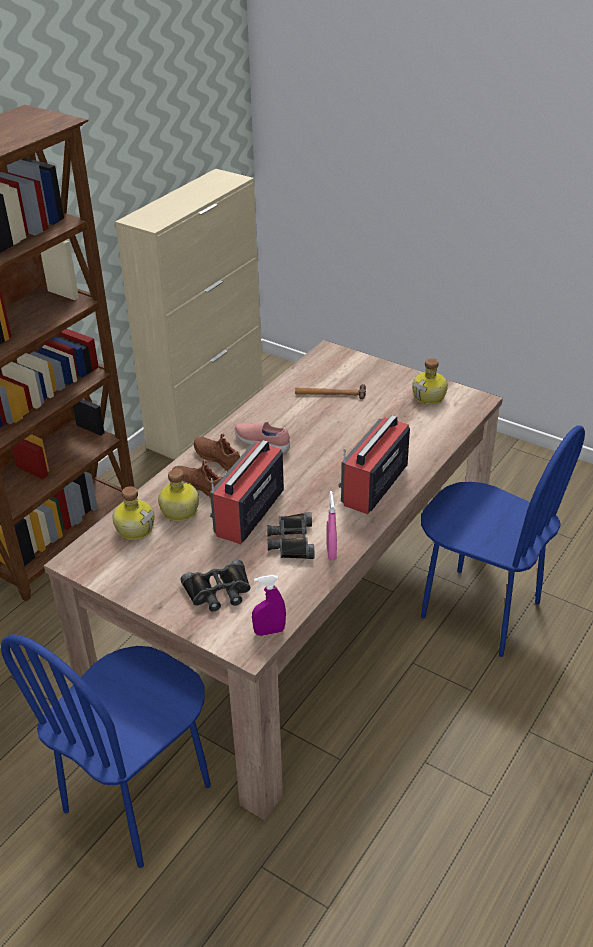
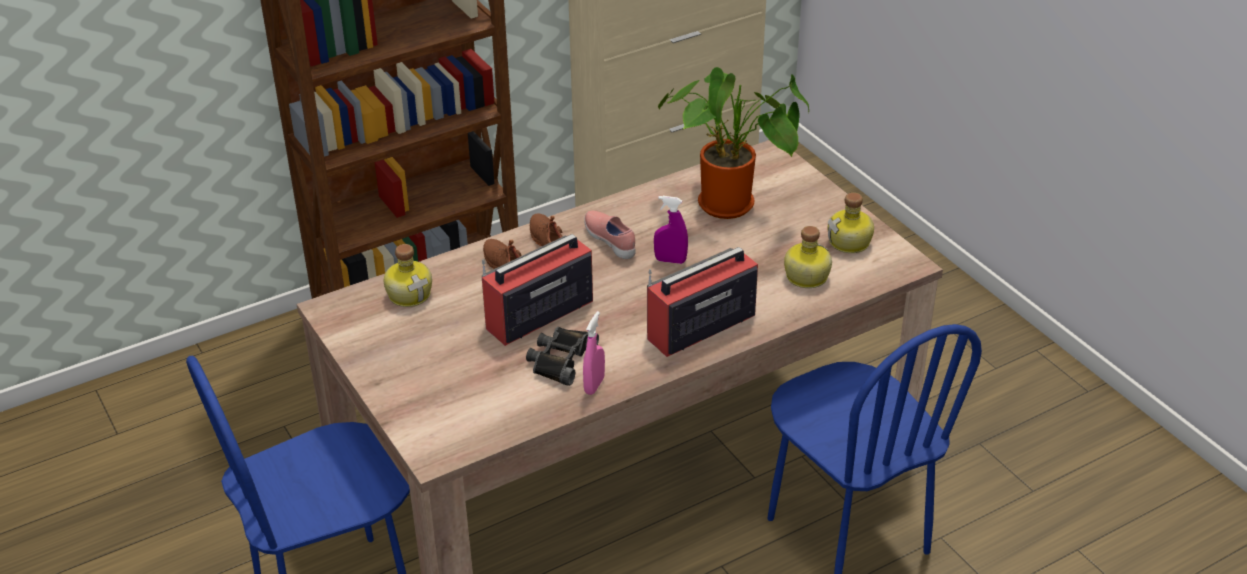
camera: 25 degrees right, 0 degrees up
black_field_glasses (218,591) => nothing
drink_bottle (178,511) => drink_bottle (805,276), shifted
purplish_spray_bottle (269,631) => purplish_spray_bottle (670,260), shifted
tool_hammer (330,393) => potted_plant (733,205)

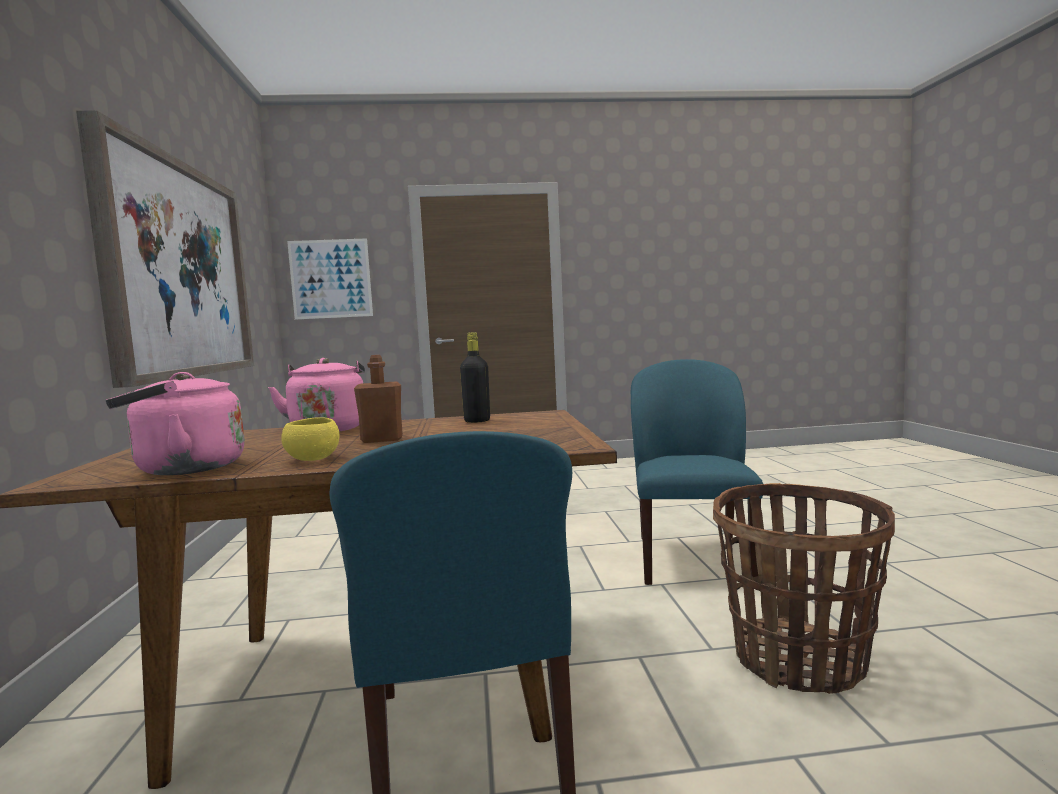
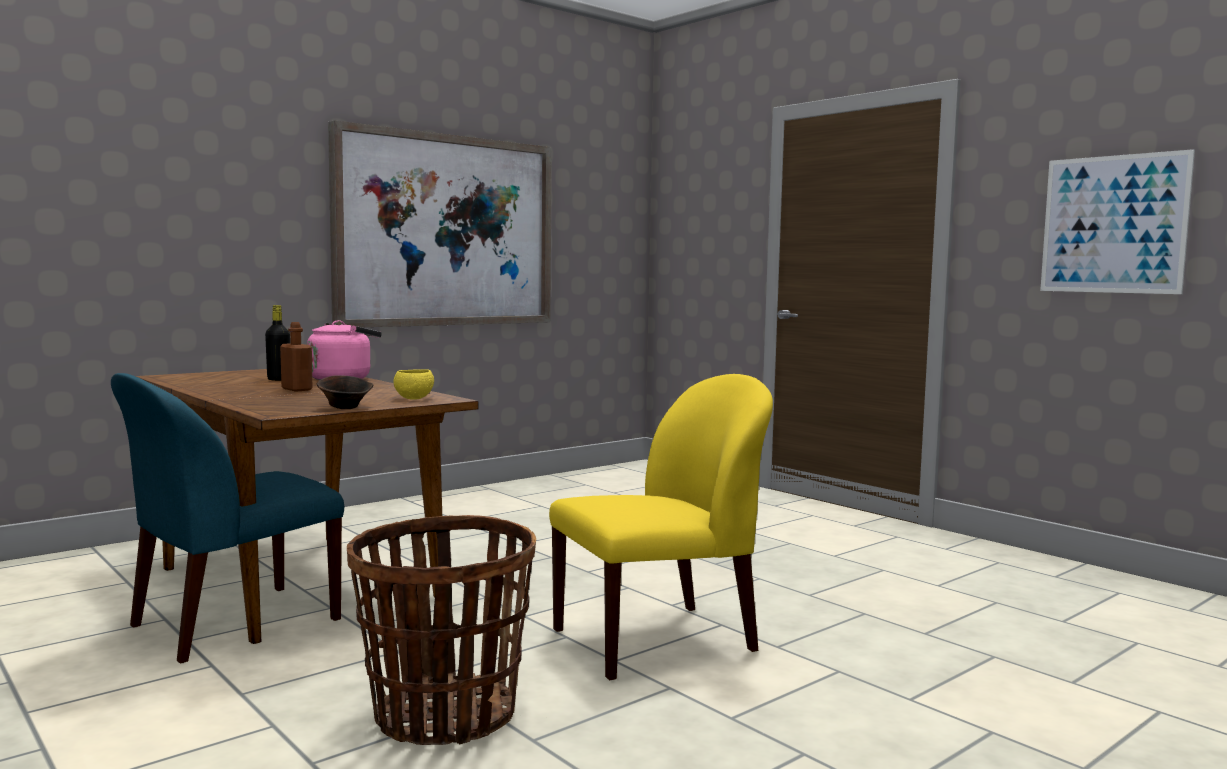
camera: 55 degrees right, 0 degrees up
pink_kettle (183,469) => nothing
nothing => brown_deep_dish (345,408)
yellow_deep_dish (313,459) => yellow_deep_dish (413,399), shifted
wall_art (331,279) => wall_art (1113,224), shifted
black_drink_bottle (477,421) => black_drink_bottle (278,379), shifted
blue_upright_chair (692,559) => yellow_upright_chair (658,640)

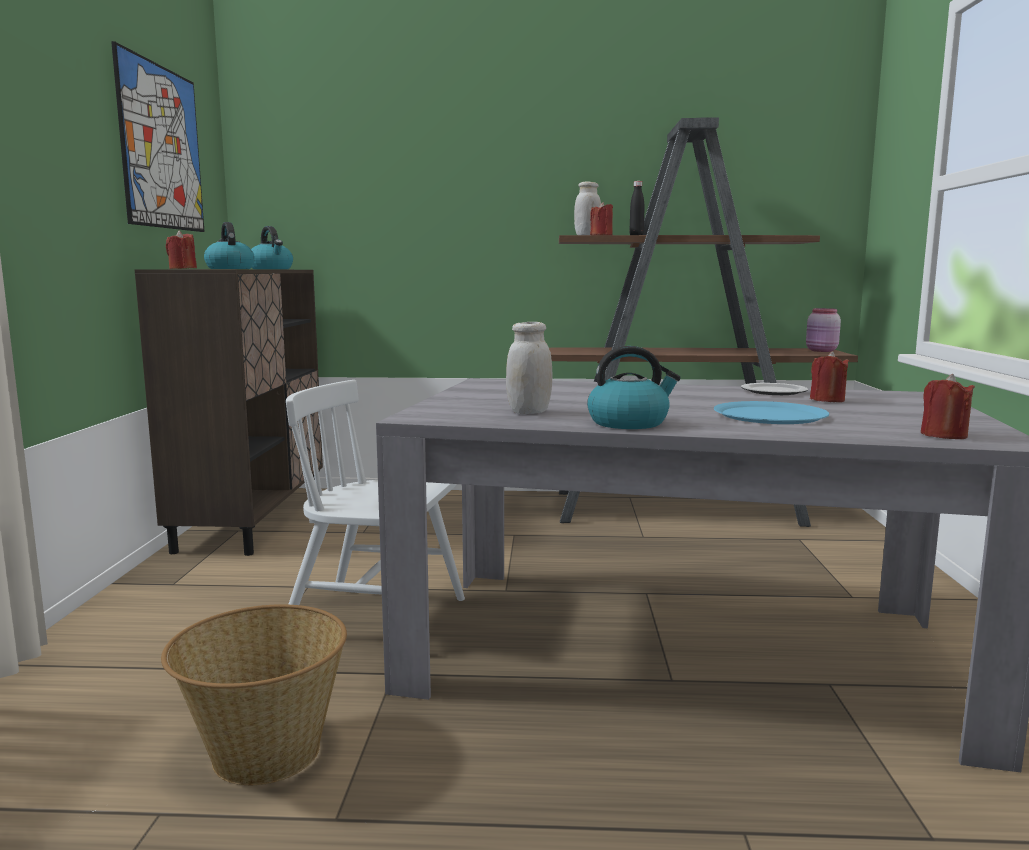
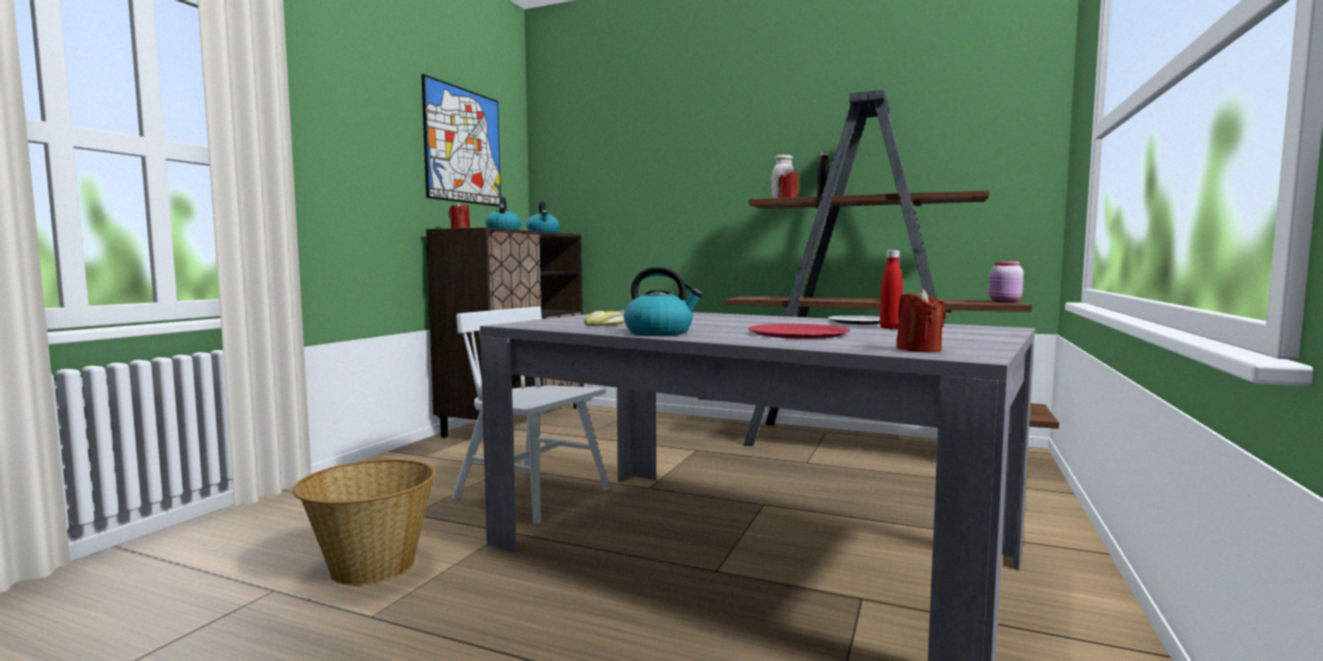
camera: 20 degrees right, 5 degrees down
white_jar (529,412) => baked_bread (605,325)
red-coloured_wax_light (827,400) => red-coloured_drink_bottle (890,328)
blue_plate (769,415) => red-coloured_plate (798,333)

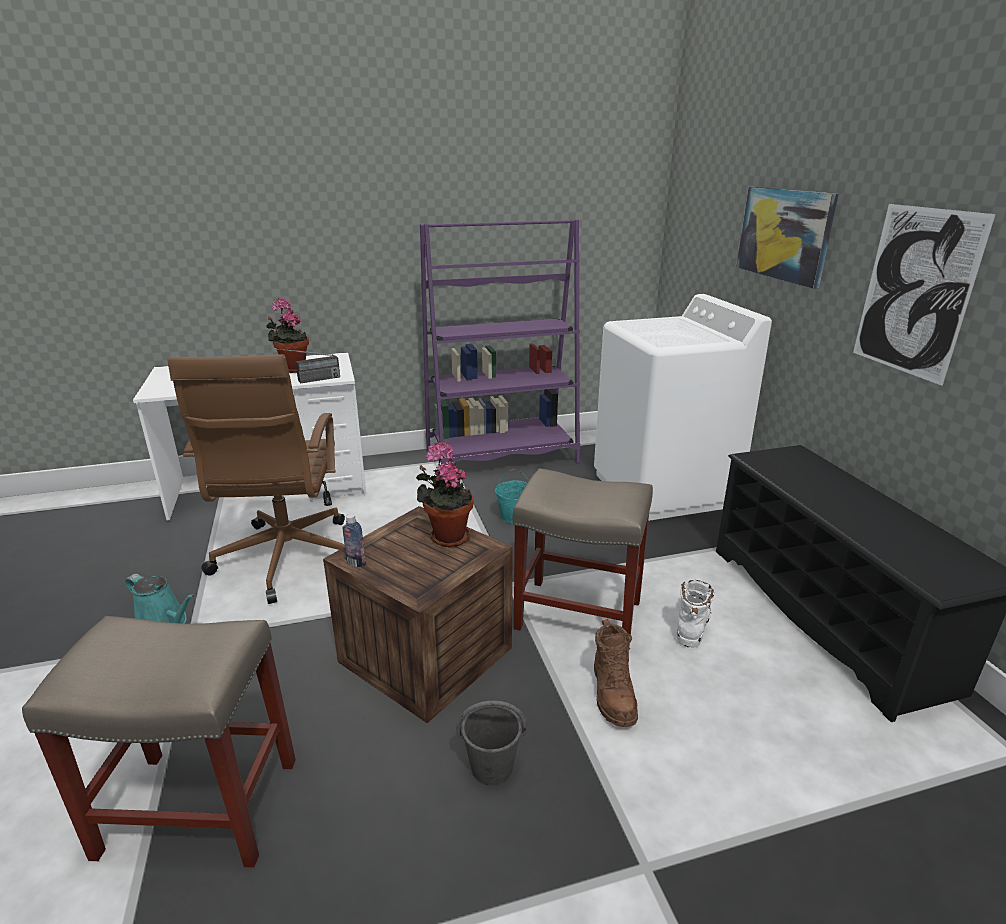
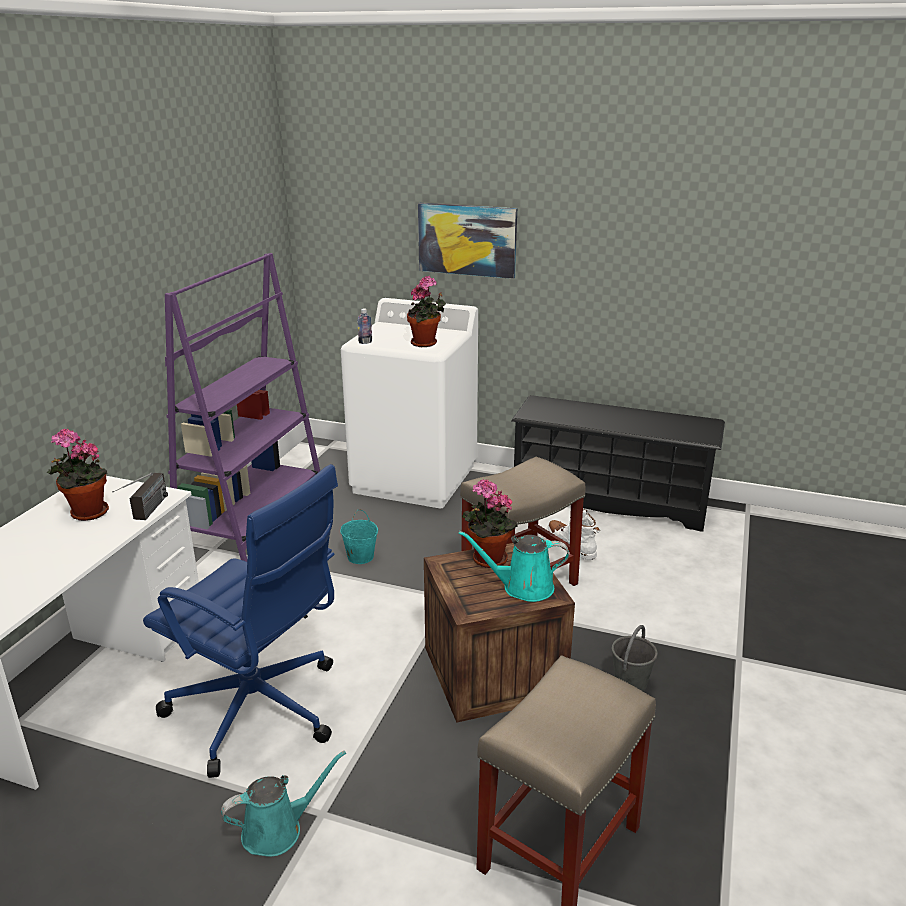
camera: 55 degrees left, 0 degrees up
brown_high-top_boot (613,693) => nothing
wall_art (915,292) => nothing
nothing => potted_plant (426,344)
nothing => turquoise_watering_can (522,587)
drink_bottle (356,563) => drink_bottle (365,342), shifted
brown_office_chair (286,560) => blue_office_chair (259,711)

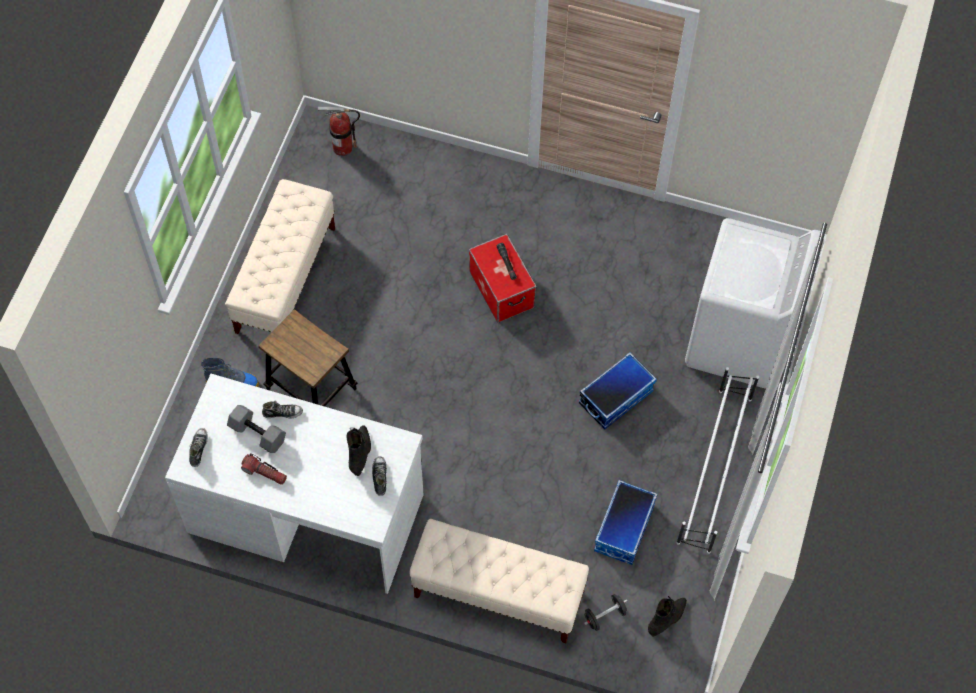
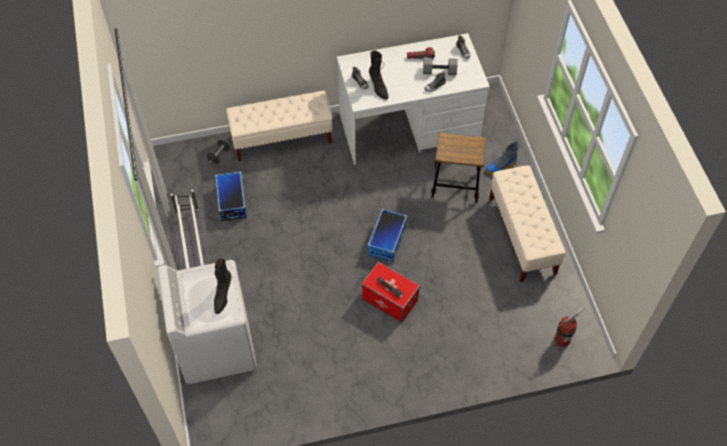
camera: 150 degrees right, 5 degrees down
storage_container (615,397) => storage_container (387,241), shifted
black_high-top_boot (667,619) => black_high-top_boot (222,296), shifted

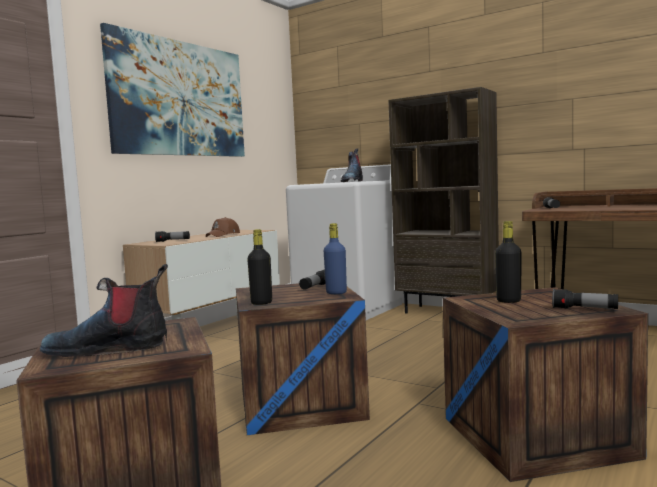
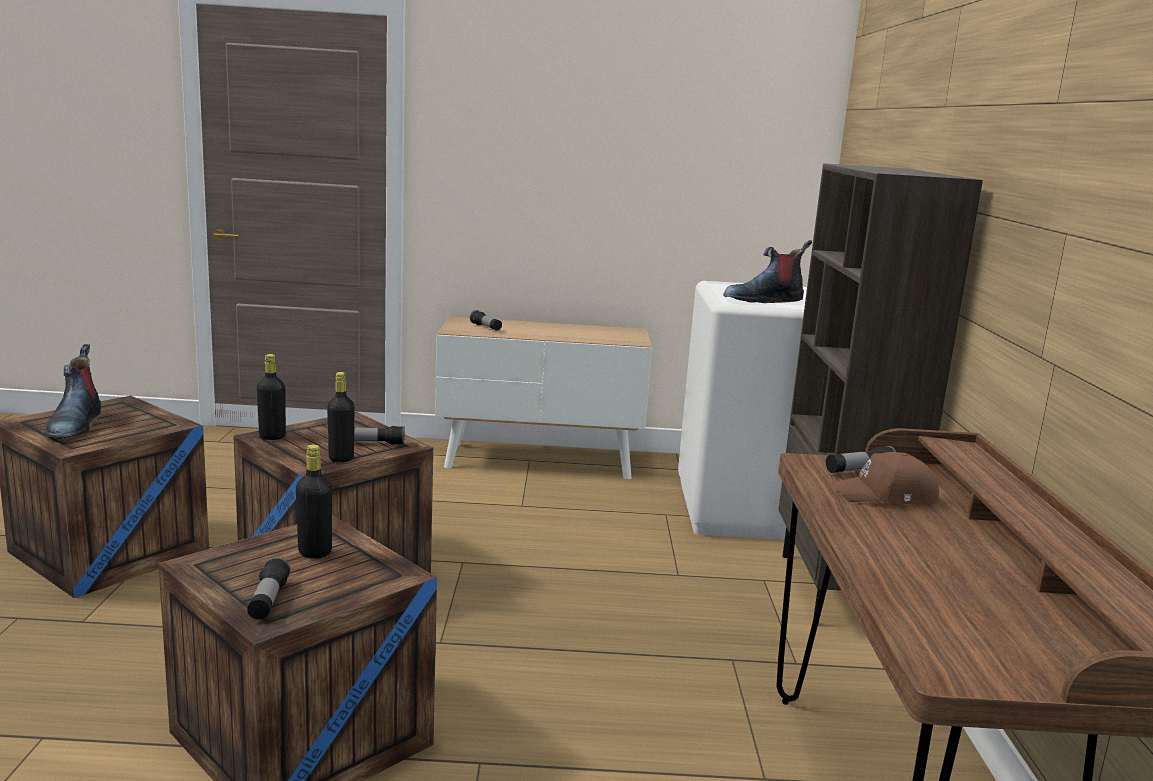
camera: 55 degrees right, 10 degrees up
wall_art (180,99) => nothing
brown_peaked_cap (223,235) => brown_peaked_cap (886,496), shifted
blue_drink_bottle (336,293) => black_drink_bottle (341,458)
high-top_boot (109,349) => high-top_boot (74,425), 150 degrees counterclockwise

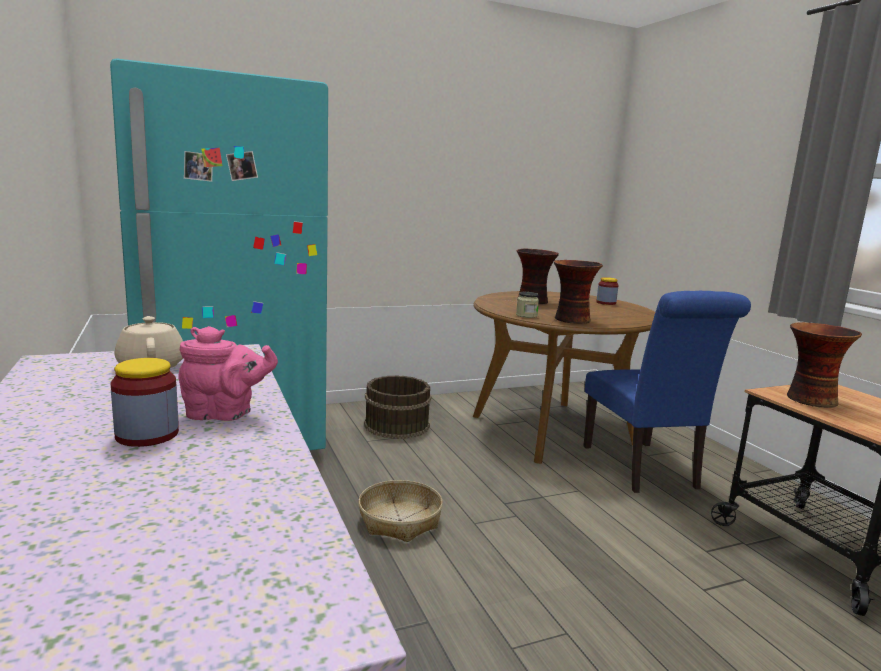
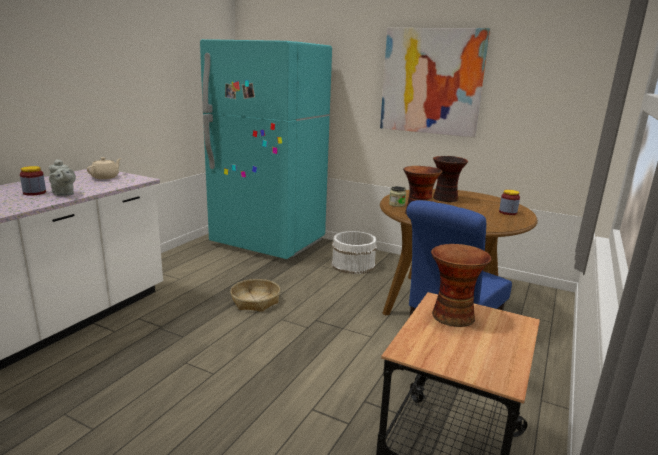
camera: 50 degrees right, 5 degrees up
nothing => wall_art (431,82)
pink_teapot (224,414) => greyish_teapot (63,194)
brown_pail (396,425) => white_pail (352,264)

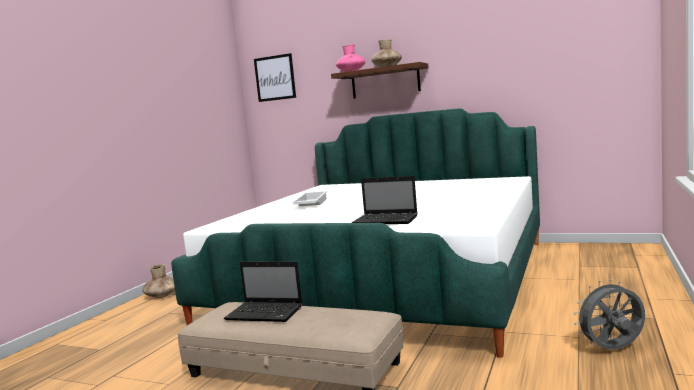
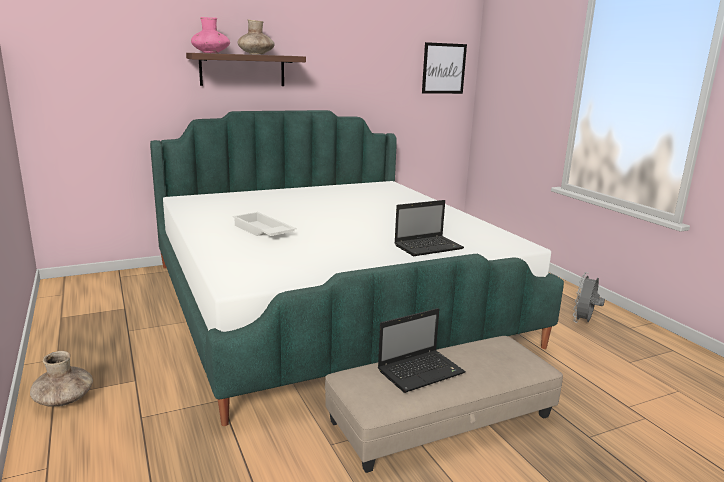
camera: 50 degrees left, 10 degrees up
wall_art (275,78) => wall_art (444,68), shifted

